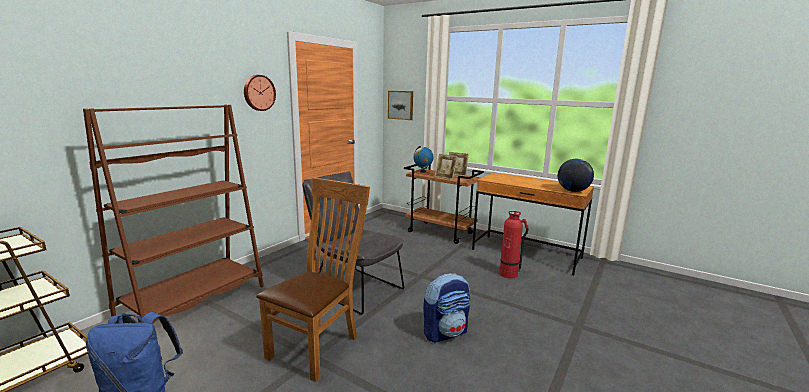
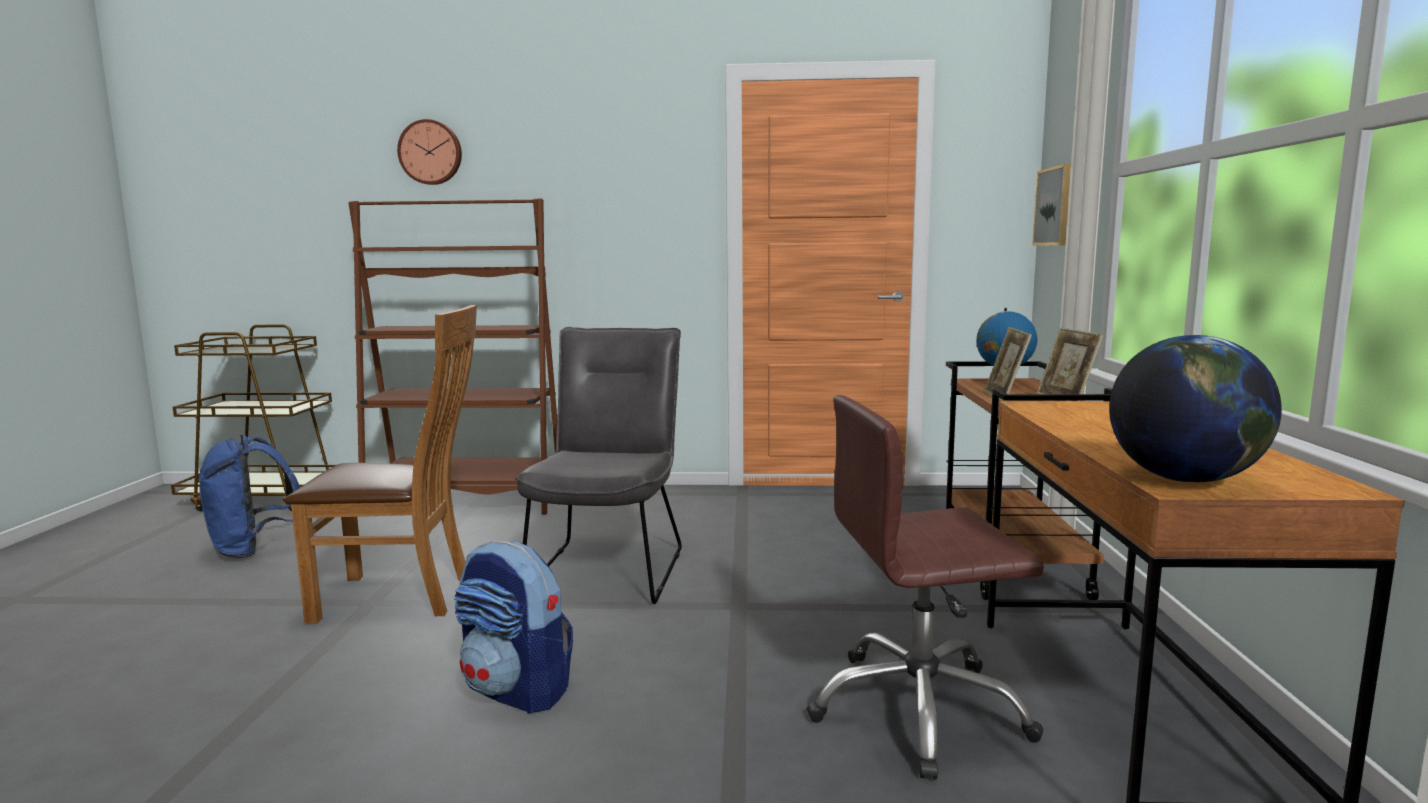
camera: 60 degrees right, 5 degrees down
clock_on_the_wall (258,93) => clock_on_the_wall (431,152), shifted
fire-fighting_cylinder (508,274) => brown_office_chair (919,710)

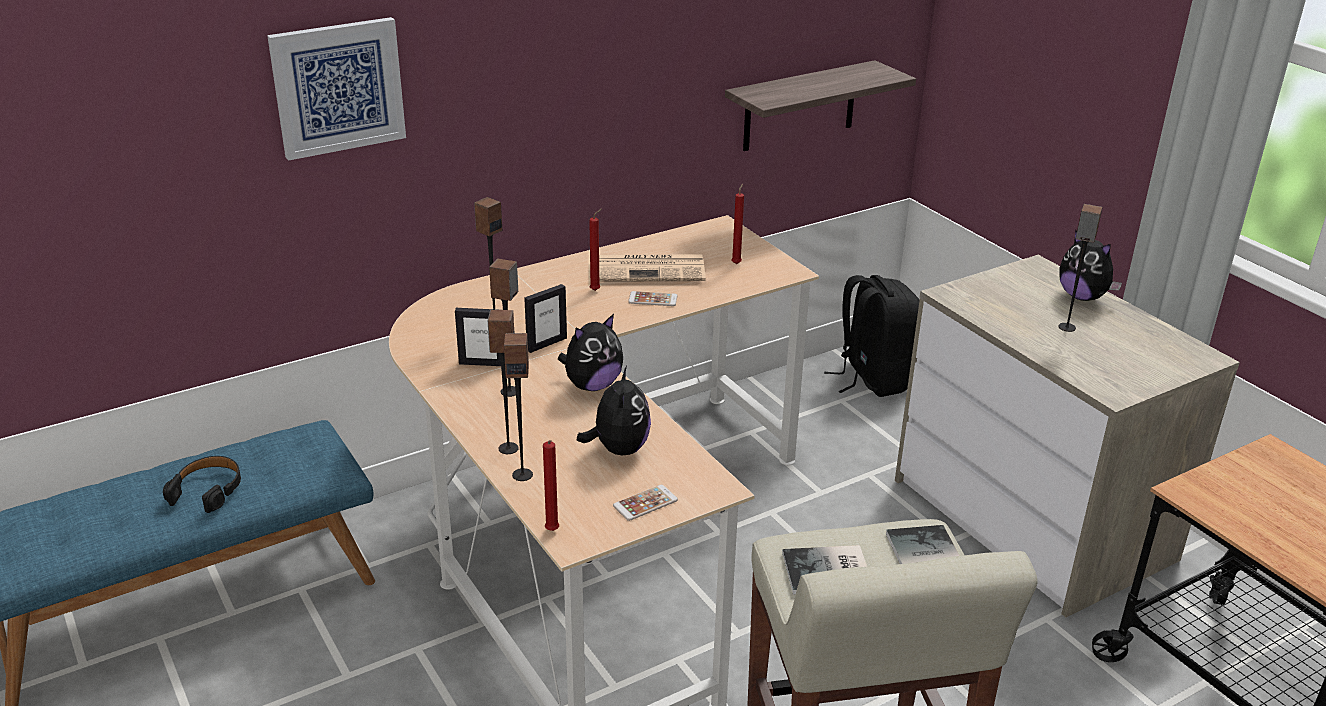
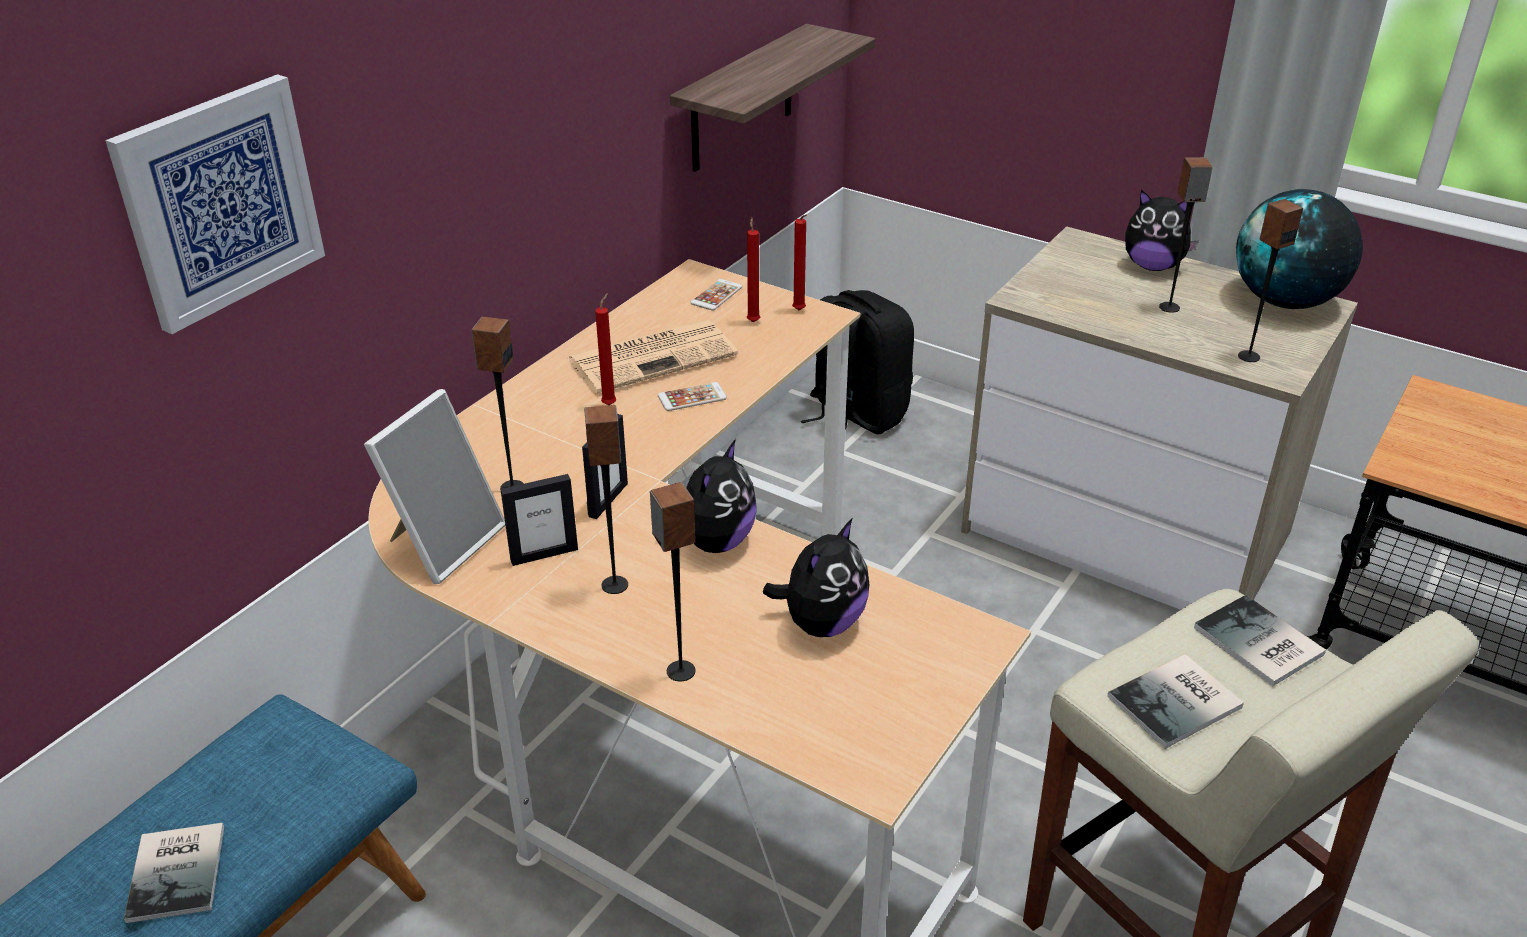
camera: 25 degrees left, 5 degrees up
nothing => photo_frame (443,542)
nothing => world_globe (1285,301)
audio_speaker (522,474) => audio_speaker (1248,356), shifted
red-coloured_wax_light (552,532) => red-coloured_wax_light (800,311), shifted
handset (645,503) => handset (716,295), shifted
black_pair_of_headphones (208,490) => volume (180,870)
soft_toy (618,449) => soft_toy (821,623), 60 degrees clockwise

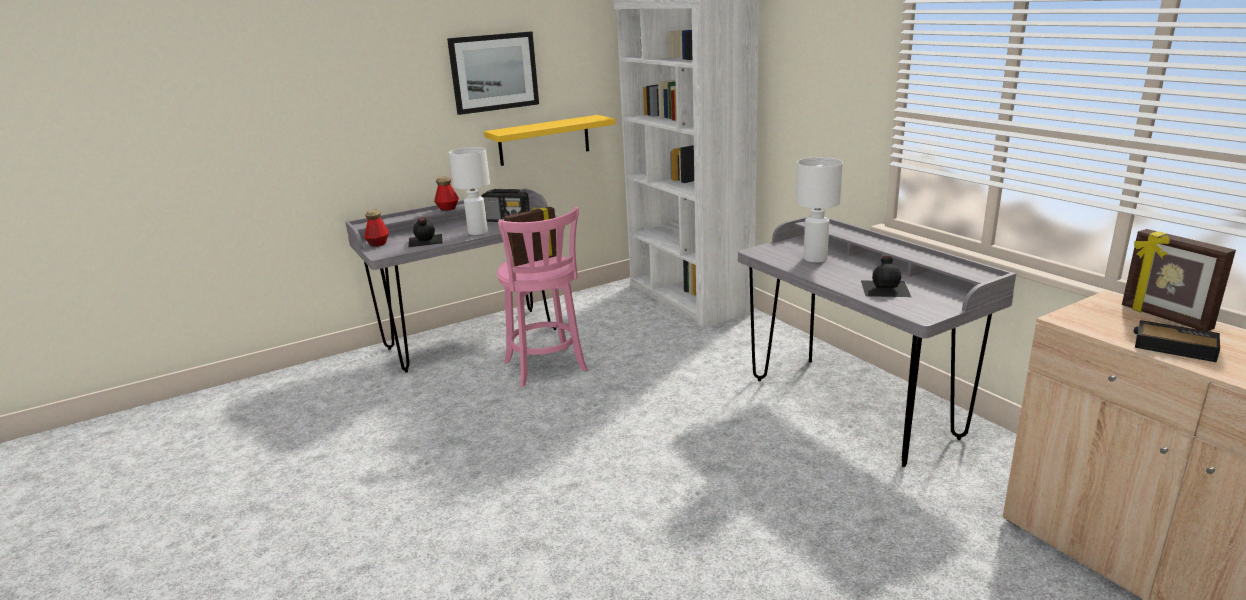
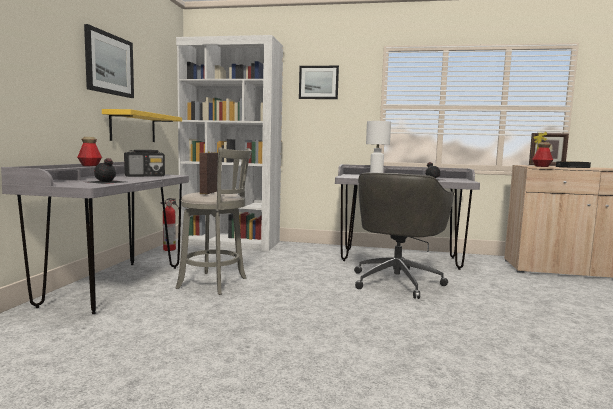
camera: 50 degrees left, 15 degrees down
white_tabletop_lamp (477,232) => nothing
nothing => fire-fighting_cylinder (170,249)
nothing => wall_art (318,82)
nothing => greyish_office_chair (397,281)
drink_bottle (378,244) => drink_bottle (541,166), shifted
pink_stool_seat (546,368) => greyish_stool_seat (215,283)

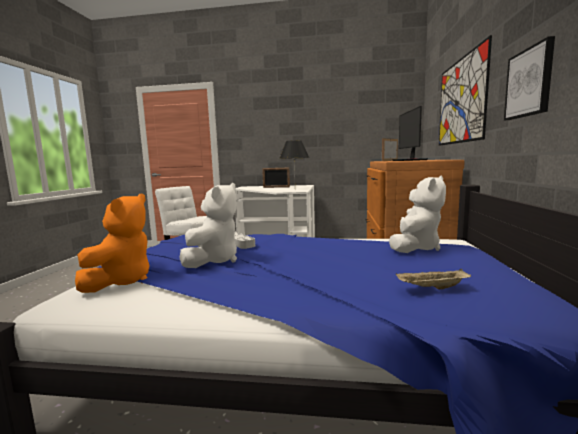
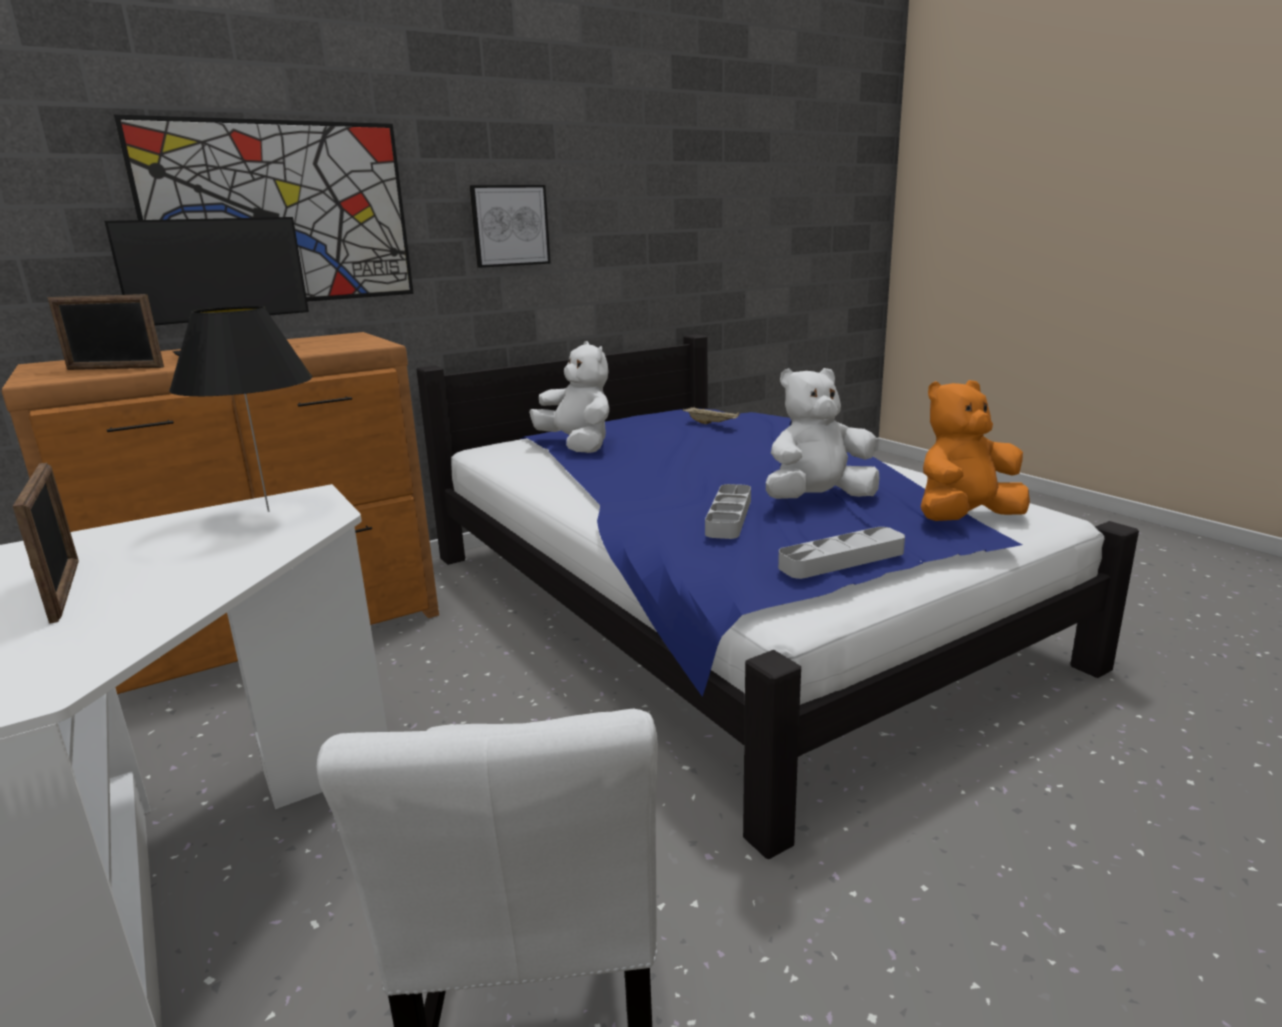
camera: 130 degrees left, 10 degrees up
nothing => greyish_tray (841,559)
white_soft_toy (415,248) => white_soft_toy (578,446), 60 degrees clockwise

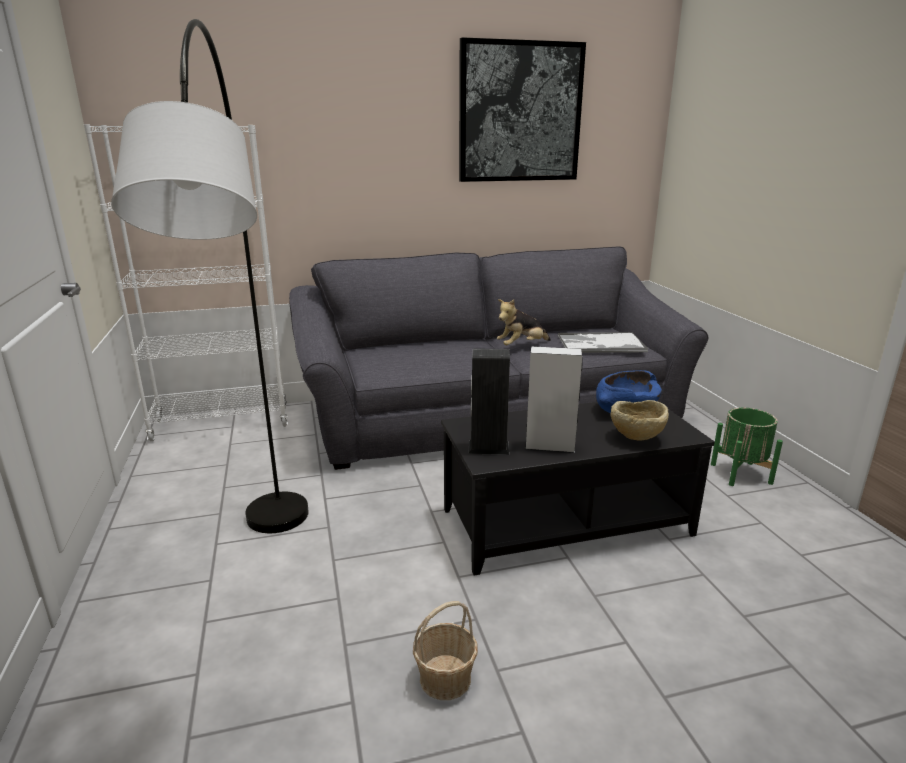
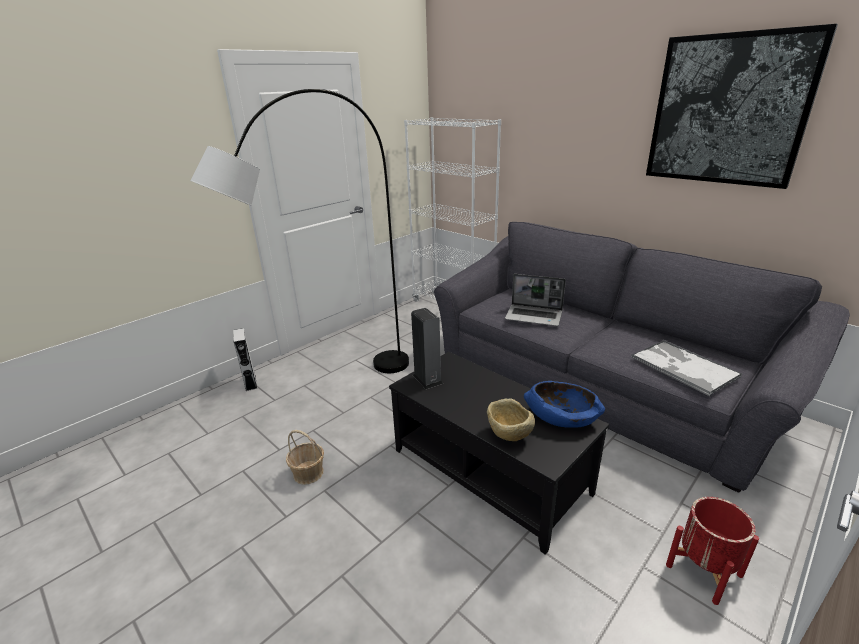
camera: 60 degrees right, 5 degrees up
soft_toy (521,346) => nothing
nothing => notebook_computer (534,316)
greyish_audio_speaker (549,446) => greyish_audio_speaker (250,382), shifted
green-coloured_flower_pot (741,473) => red-coloured_flower_pot (704,570)

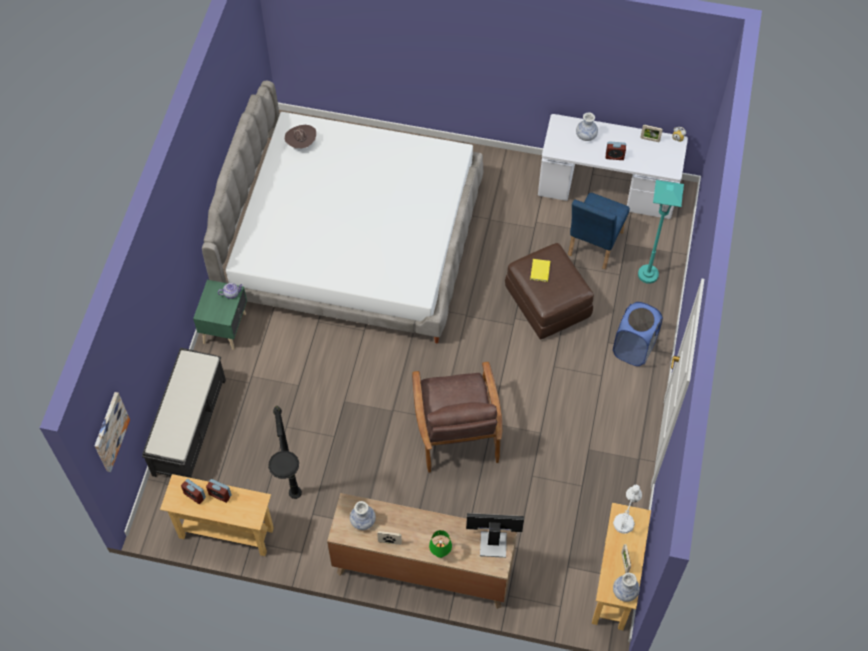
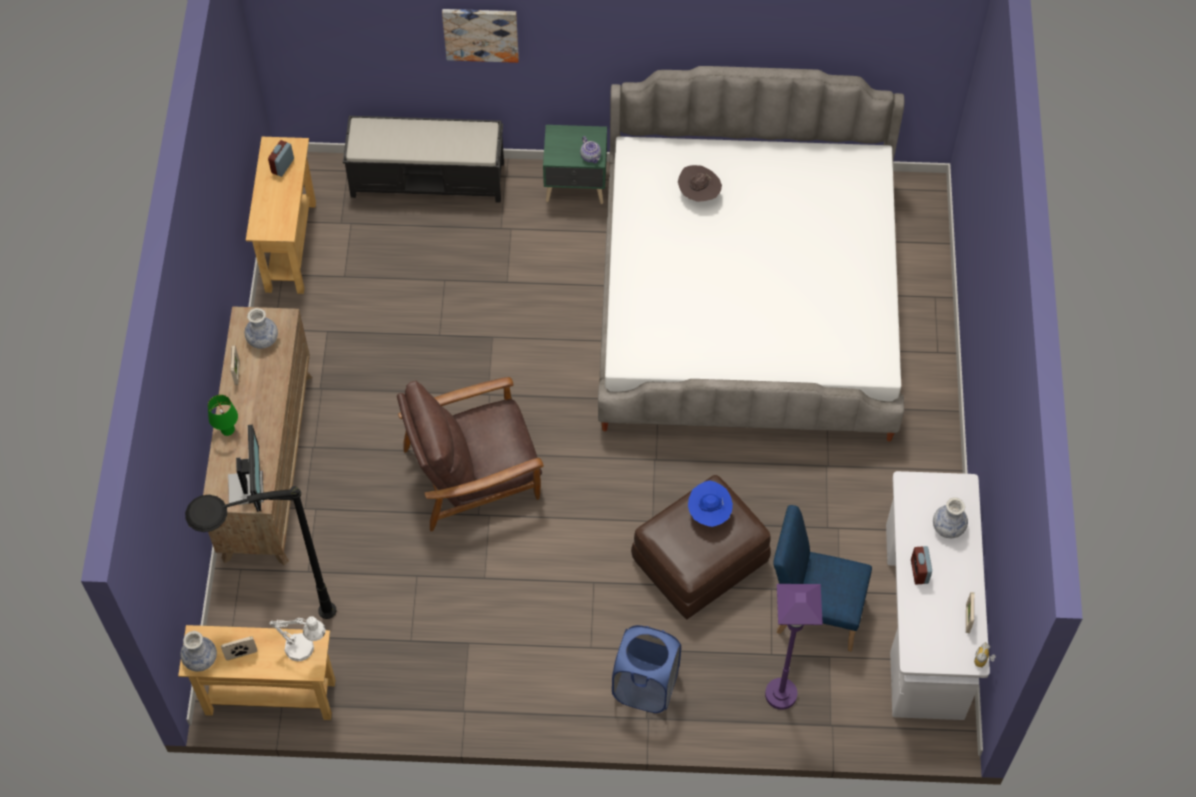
camera: 80 degrees right, 0 degrees up
bedside_clock (220,495) => nothing
wall_art (110,432) => wall_art (481,33), shifted
black_floor_lamp (300,530) => black_floor_lamp (272,628), shifted
brown_clothing_hat (301,144) => brown_clothing_hat (699,194), shifted
yellow_volume (539,271) => blue_clothing_hat (709,513)
turquoise_floor_lamp (648,274) => purplish_floor_lamp (781,694)

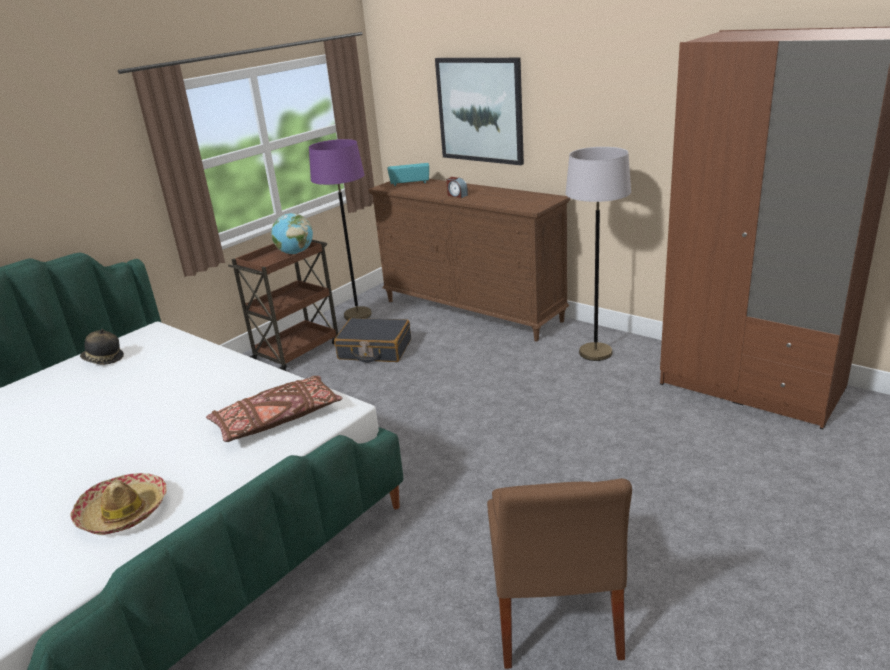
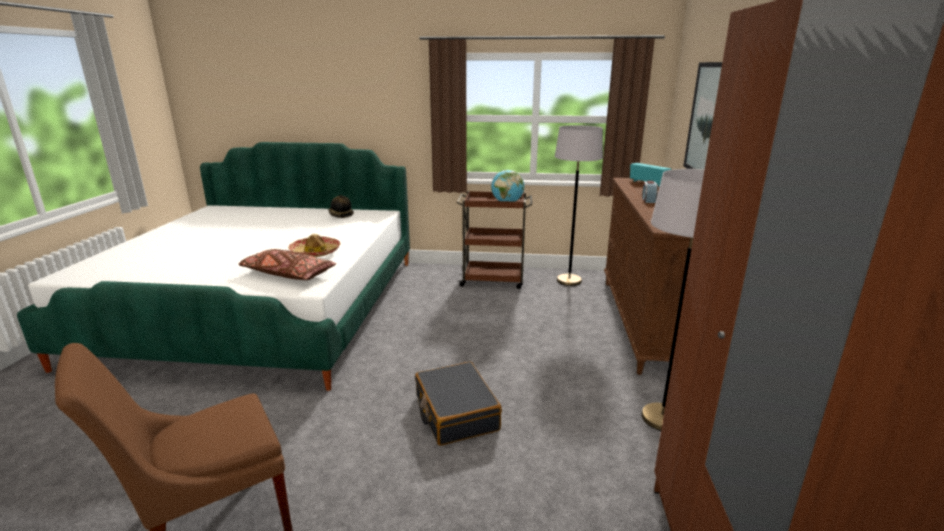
camera: 55 degrees right, 5 degrees down
clothing_hat (123,512) => clothing_hat (315,252), shifted
black_travel_case (374,350) => black_travel_case (455,413), shifted
purplish_floor_lamp (358,315) => greyish_floor_lamp (569,281)

